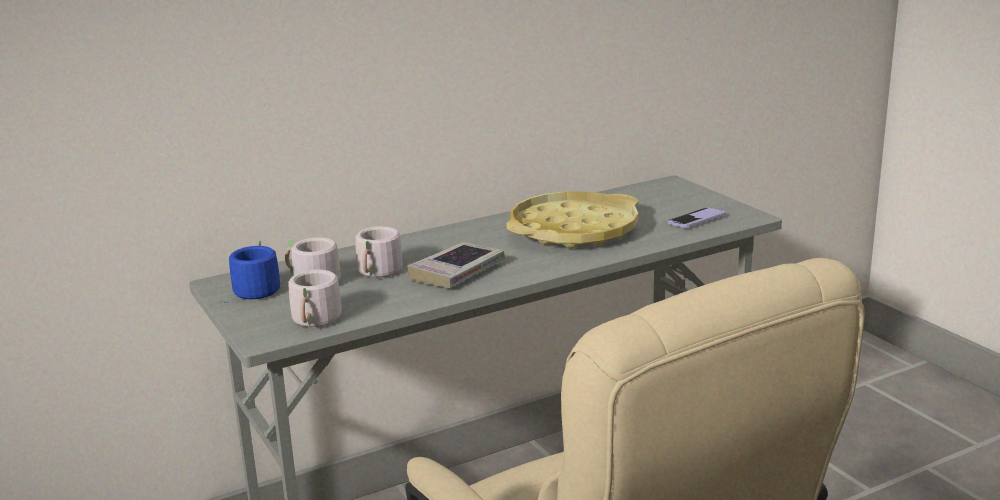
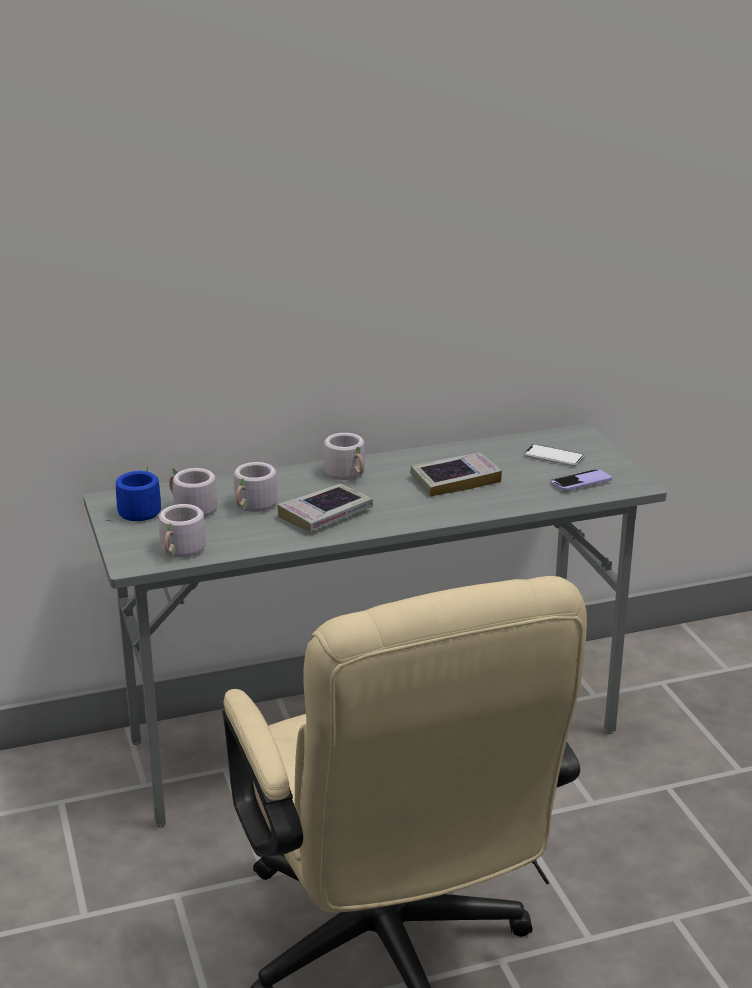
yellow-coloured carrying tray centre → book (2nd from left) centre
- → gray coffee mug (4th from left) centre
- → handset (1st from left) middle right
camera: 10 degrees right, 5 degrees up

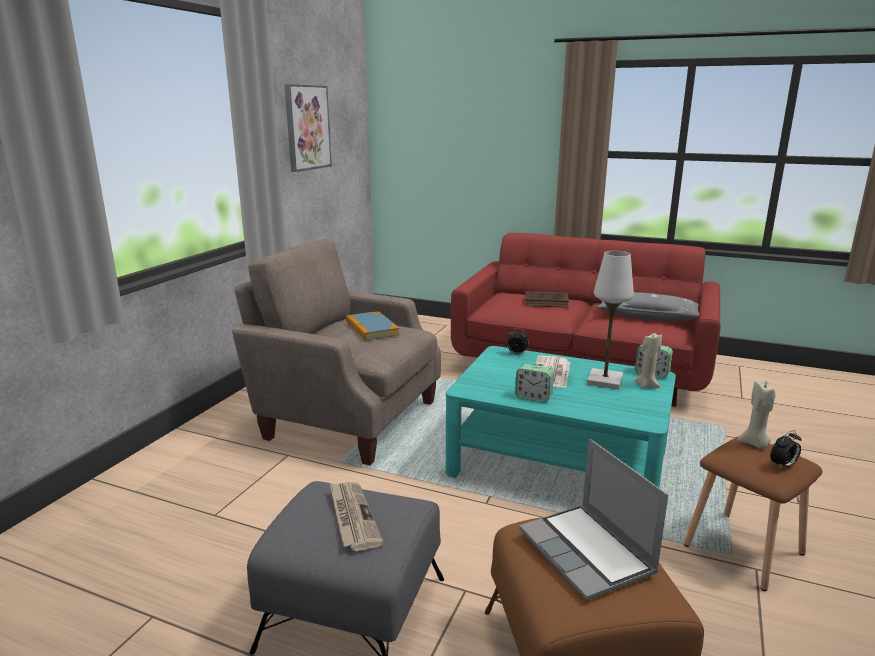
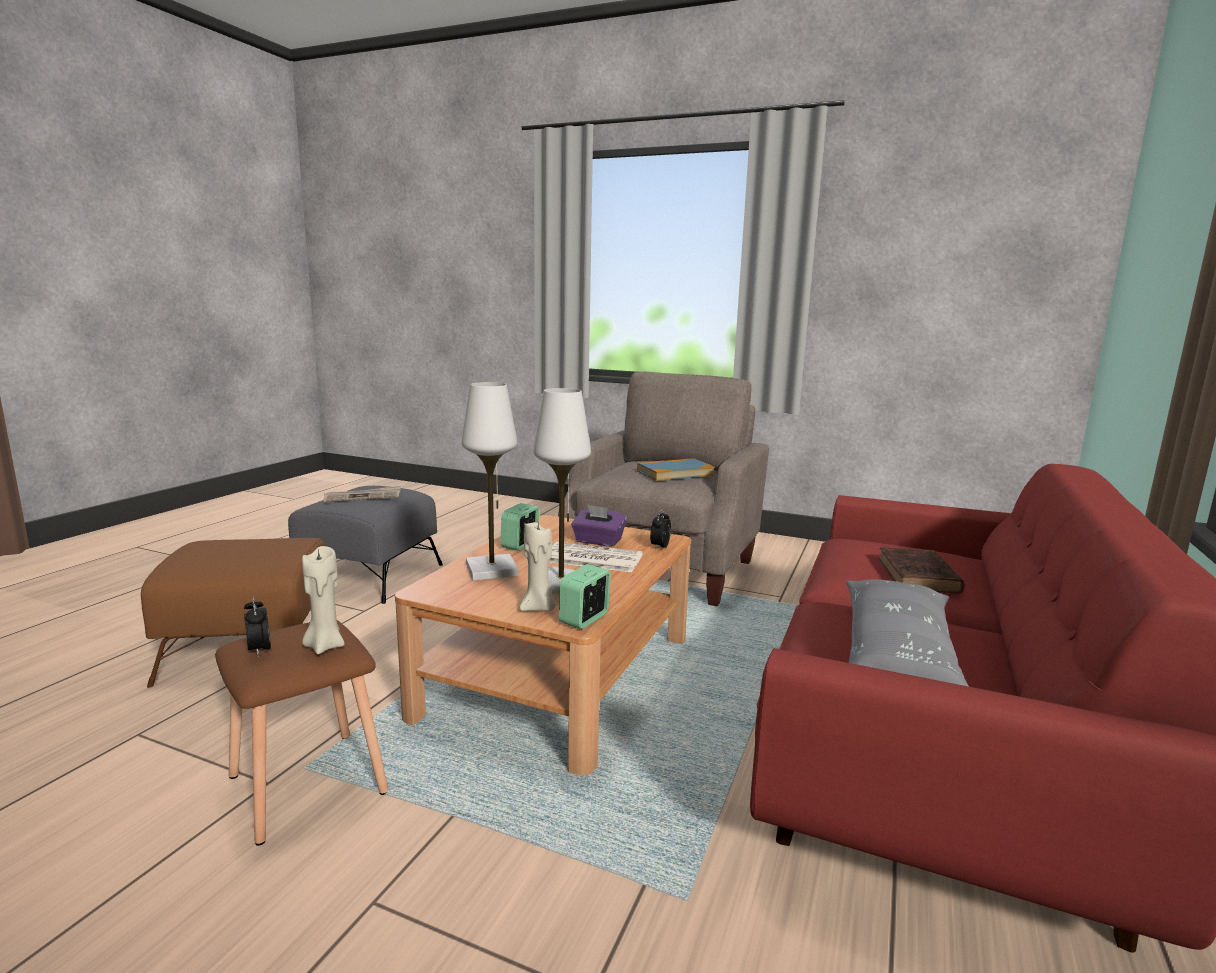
picture top centre → -
turquoise-coloured low table centre → brown-coloured low table centre
notebook computer bottom right → -
- → white-coloured table lamp (1st from left) centre
- → purple-coloured tissue holder centre
camera: 90 degrees right, 5 degrees down

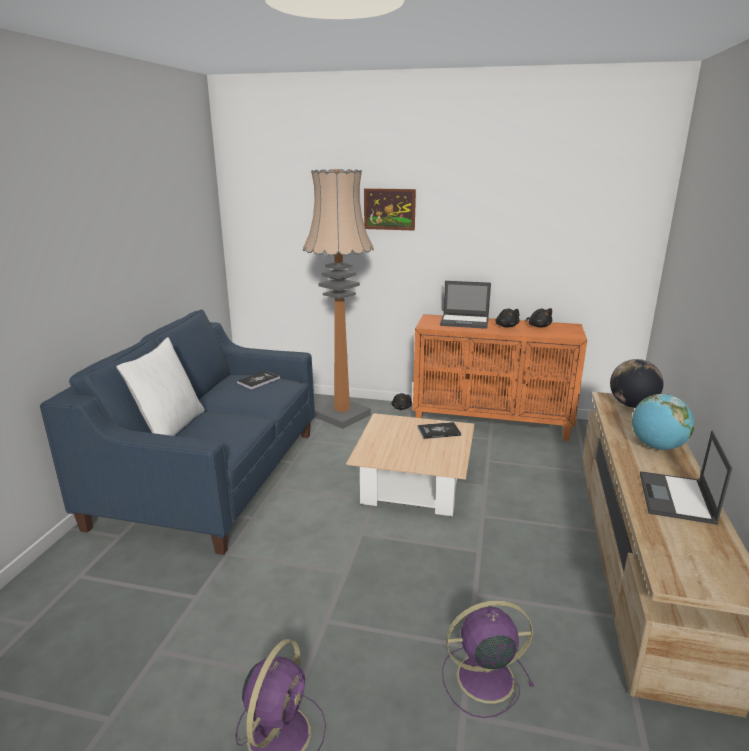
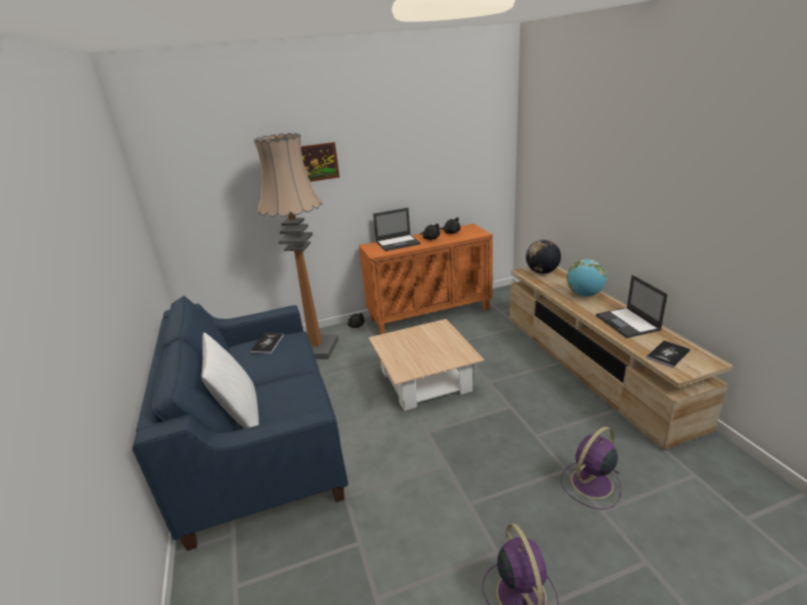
book (2nd from left) centre → book (2nd from left) middle right, move
camera: 30 degrees left, 5 degrees up

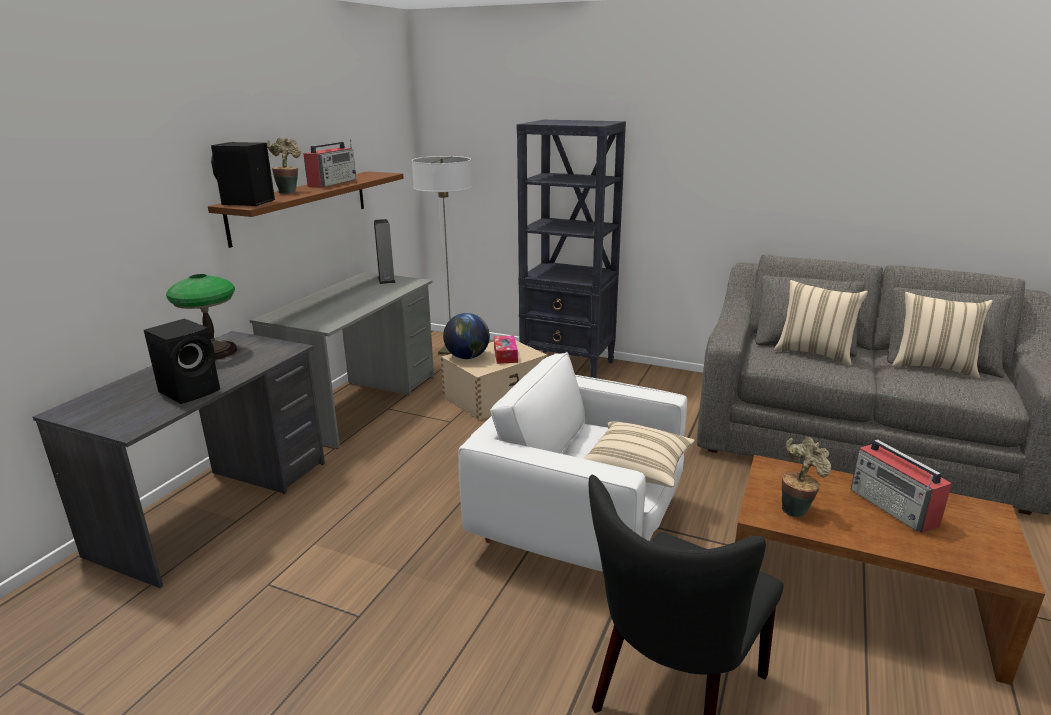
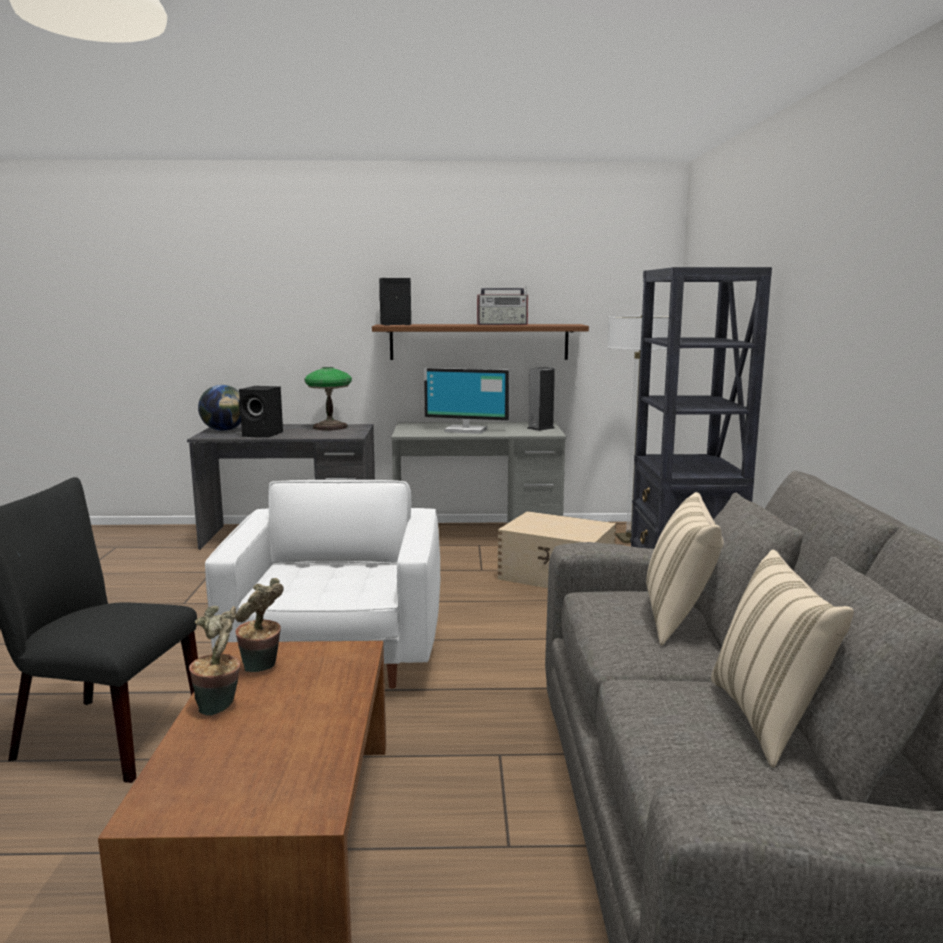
plant in a pot (1st from left) top left → plant in a pot (1st from left) bottom left, move
world globe centre → world globe middle left, move
tissue holder centre → -
beige cushion (1st from left) centre → -
radio receiver (2nd from left) bottom right → -
- → monitor centre
camera: 65 degrees right, 10 degrees down

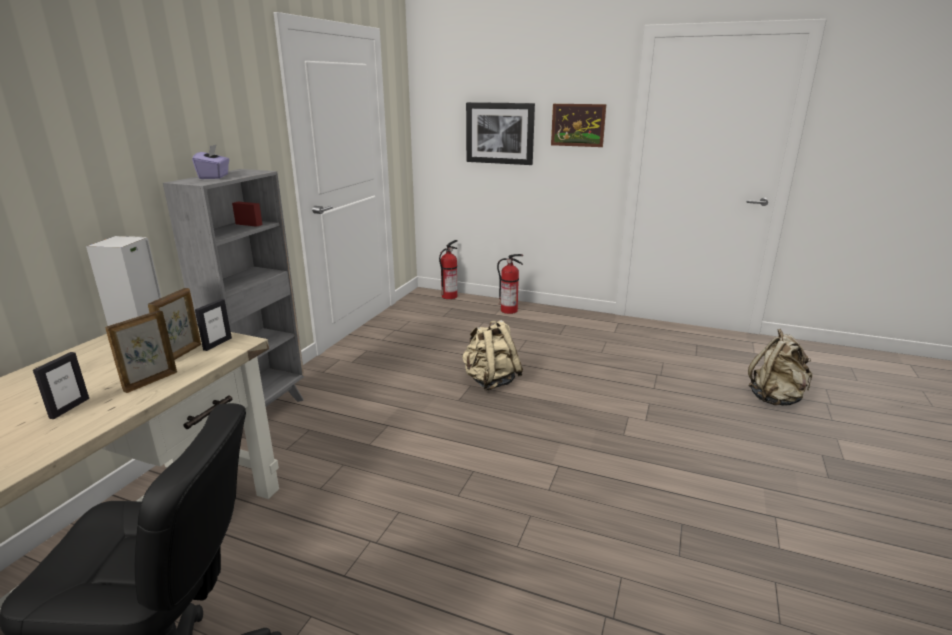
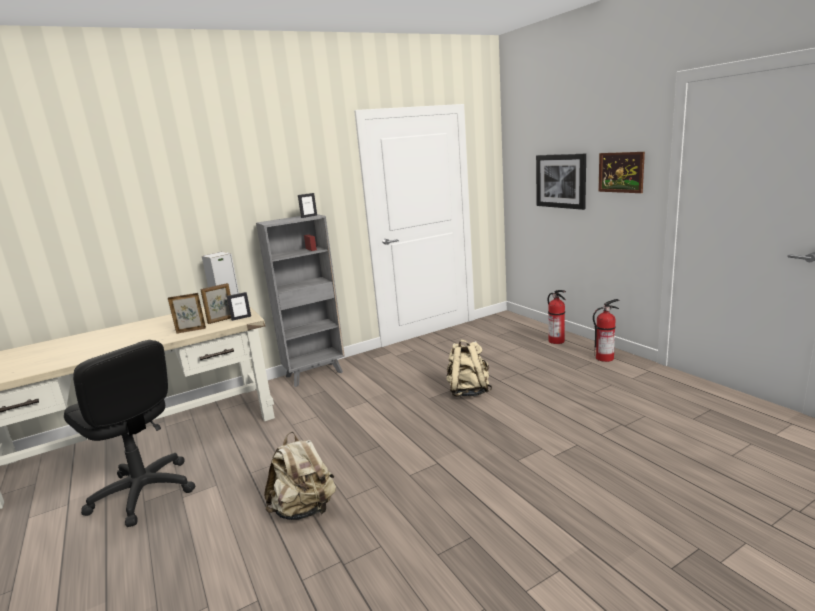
photo frame (1st from left in the first image) middle left → photo frame (4th from left) centre, move
purple-coloured tissue holder top left → -
extinguisher (1st from left in the first image) centre → extinguisher (2nd from left) middle right, move
beige rucksack (2nd from left in the first image) middle right → beige rucksack (1st from left) bottom centre, move
camera: 40 degrees right, 5 degrees down

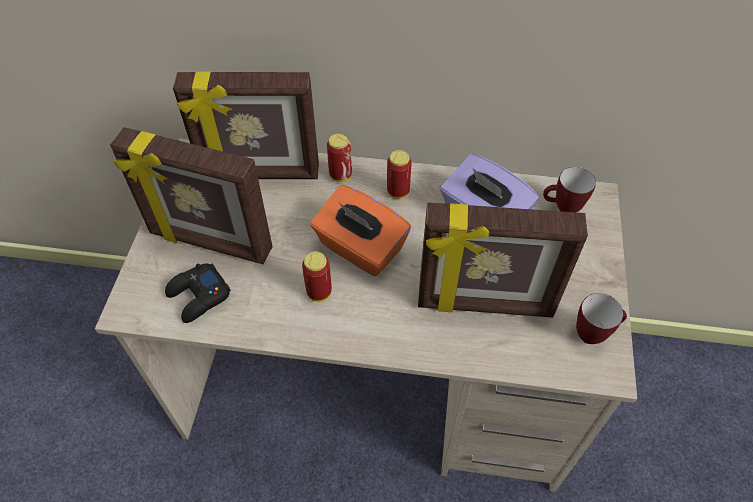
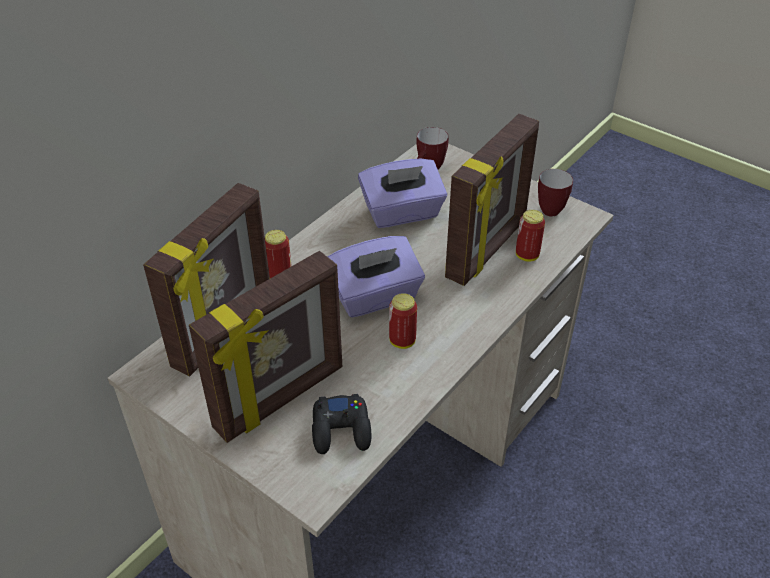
orangey tissue holder centre → purple-coloured tissue holder (1st from left) centre
metal can (3rd from left) centre → metal can (3rd from left) middle right, move
camera: 60 degrees left, 10 degrees down

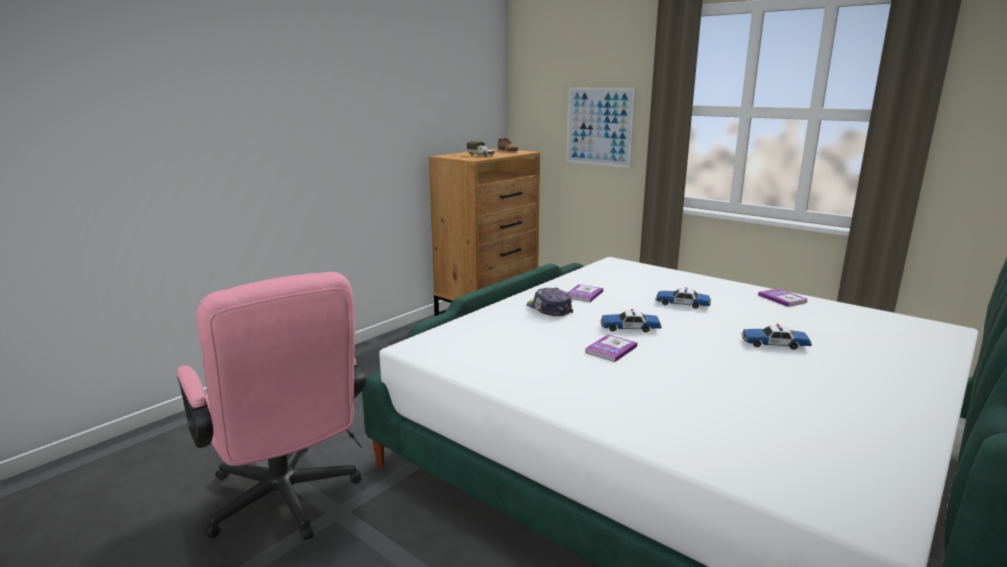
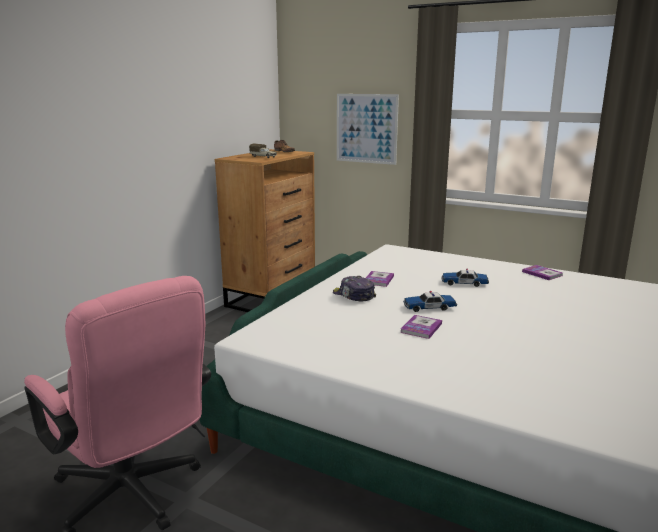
model car (3rd from left) middle right → -
camera: 10 degrees left, 0 degrees up

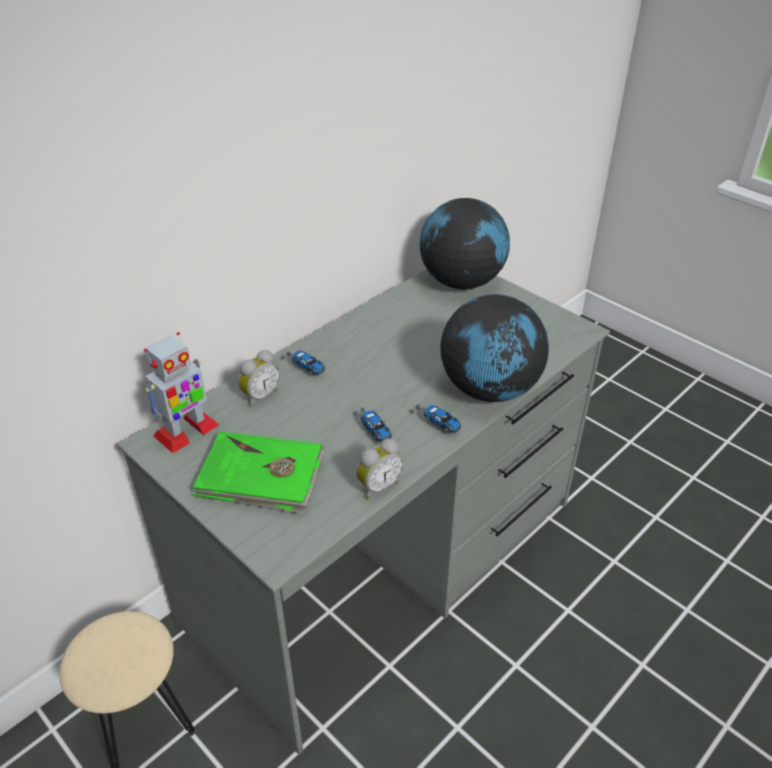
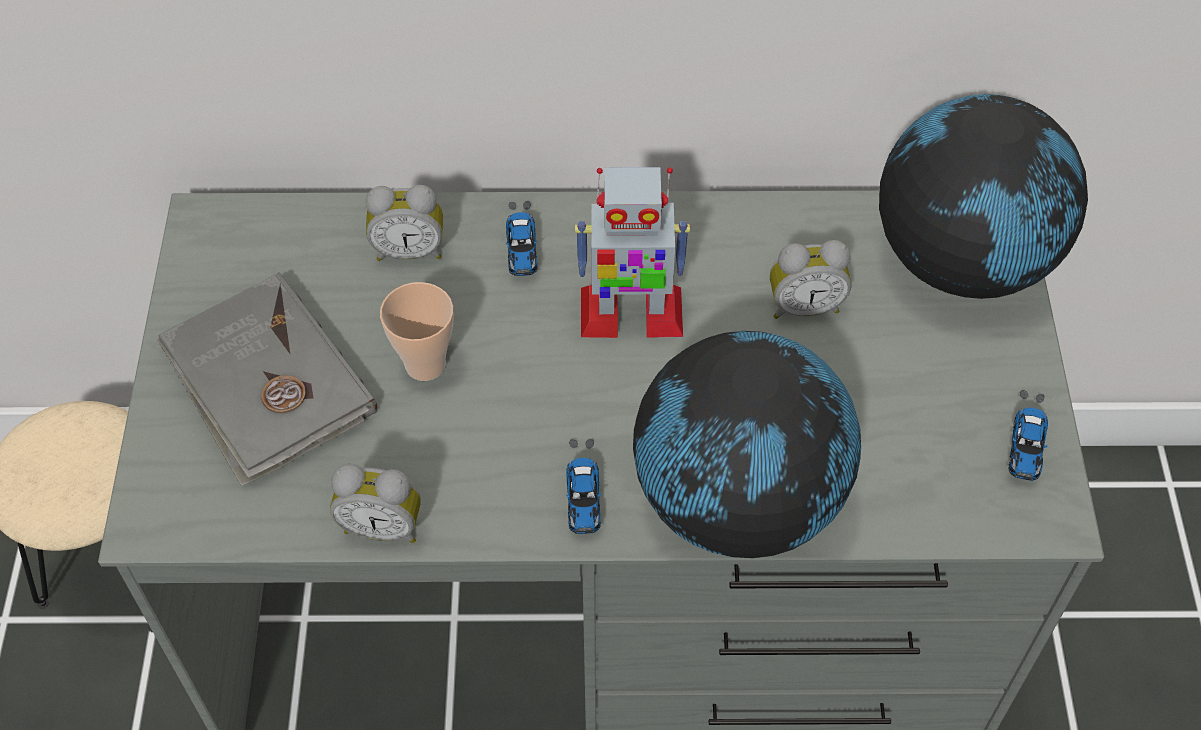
toy robot middle left → toy robot centre, move
greenish book centre → gray book middle left
model car (2nd from left in the first image) centre → model car (3rd from left) middle right, move
- → cup centre
- → table clock (3rd from left) middle right
camera: 45 degrees right, 15 degrees up

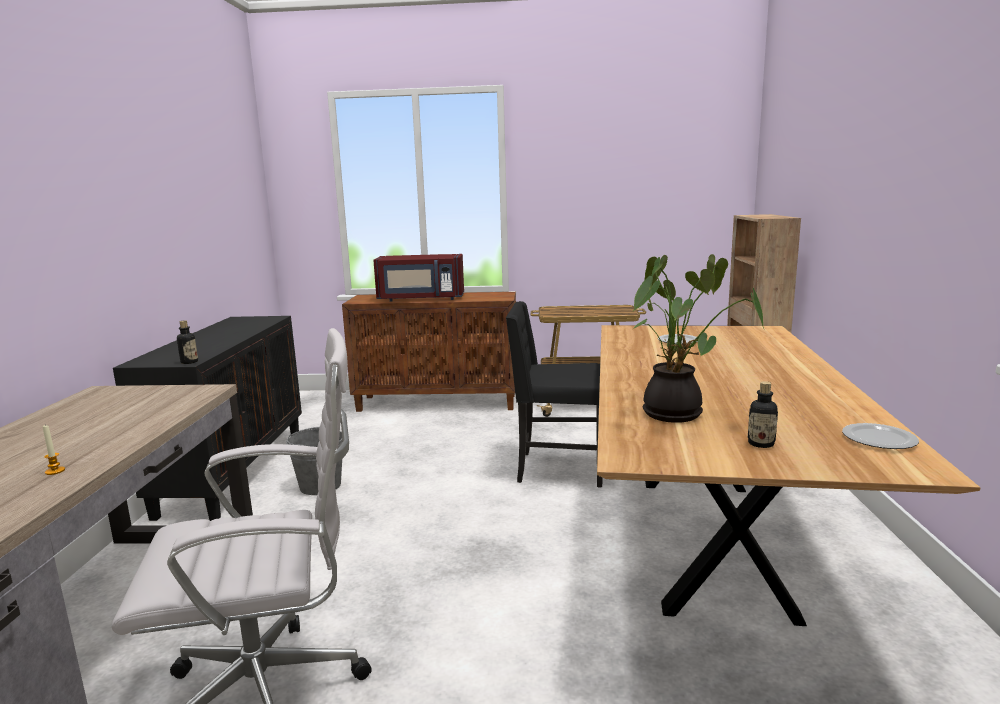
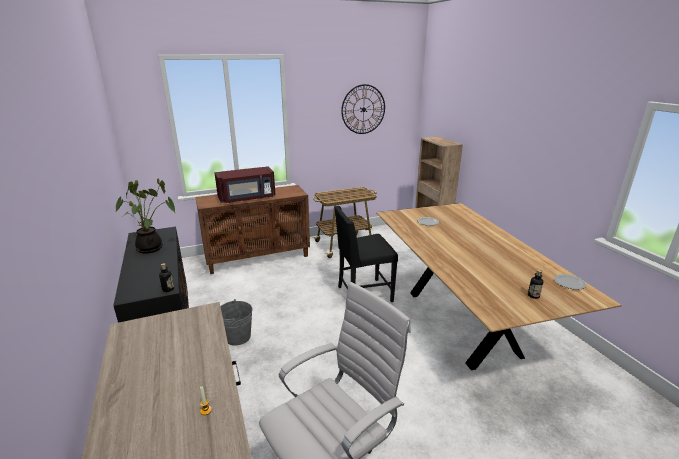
plant in a pot middle right → plant in a pot middle left, move
- → clock on the wall top centre
camera: 25 degrees left, 10 degrees up

